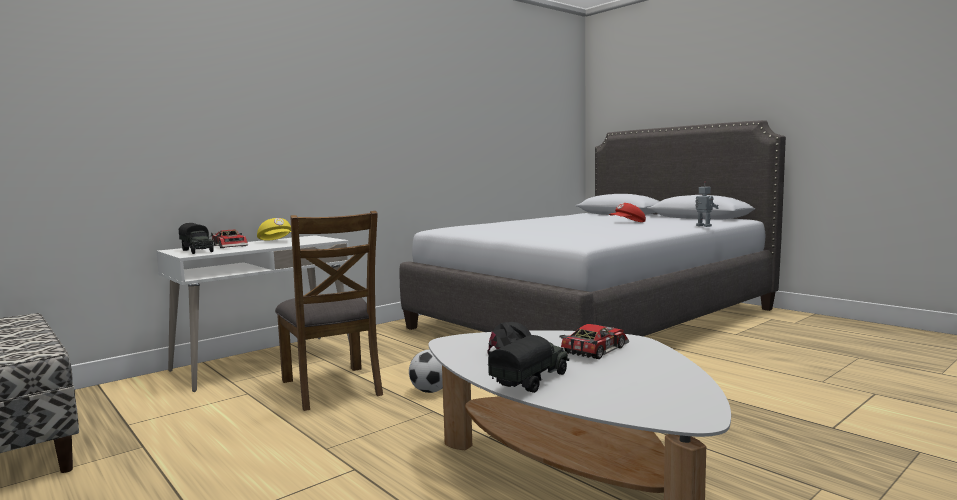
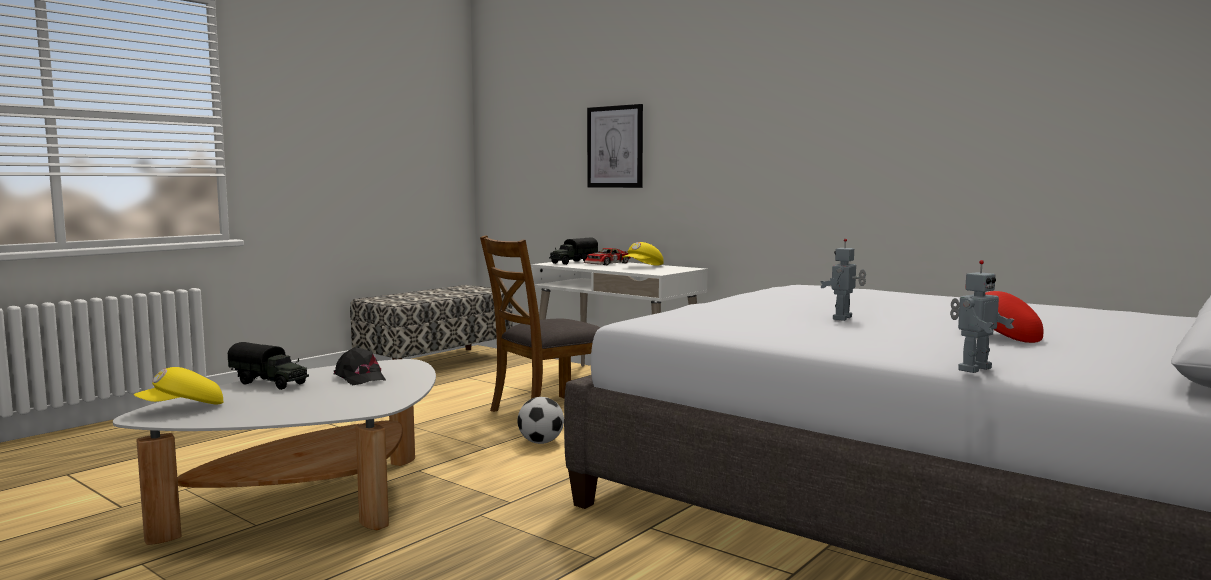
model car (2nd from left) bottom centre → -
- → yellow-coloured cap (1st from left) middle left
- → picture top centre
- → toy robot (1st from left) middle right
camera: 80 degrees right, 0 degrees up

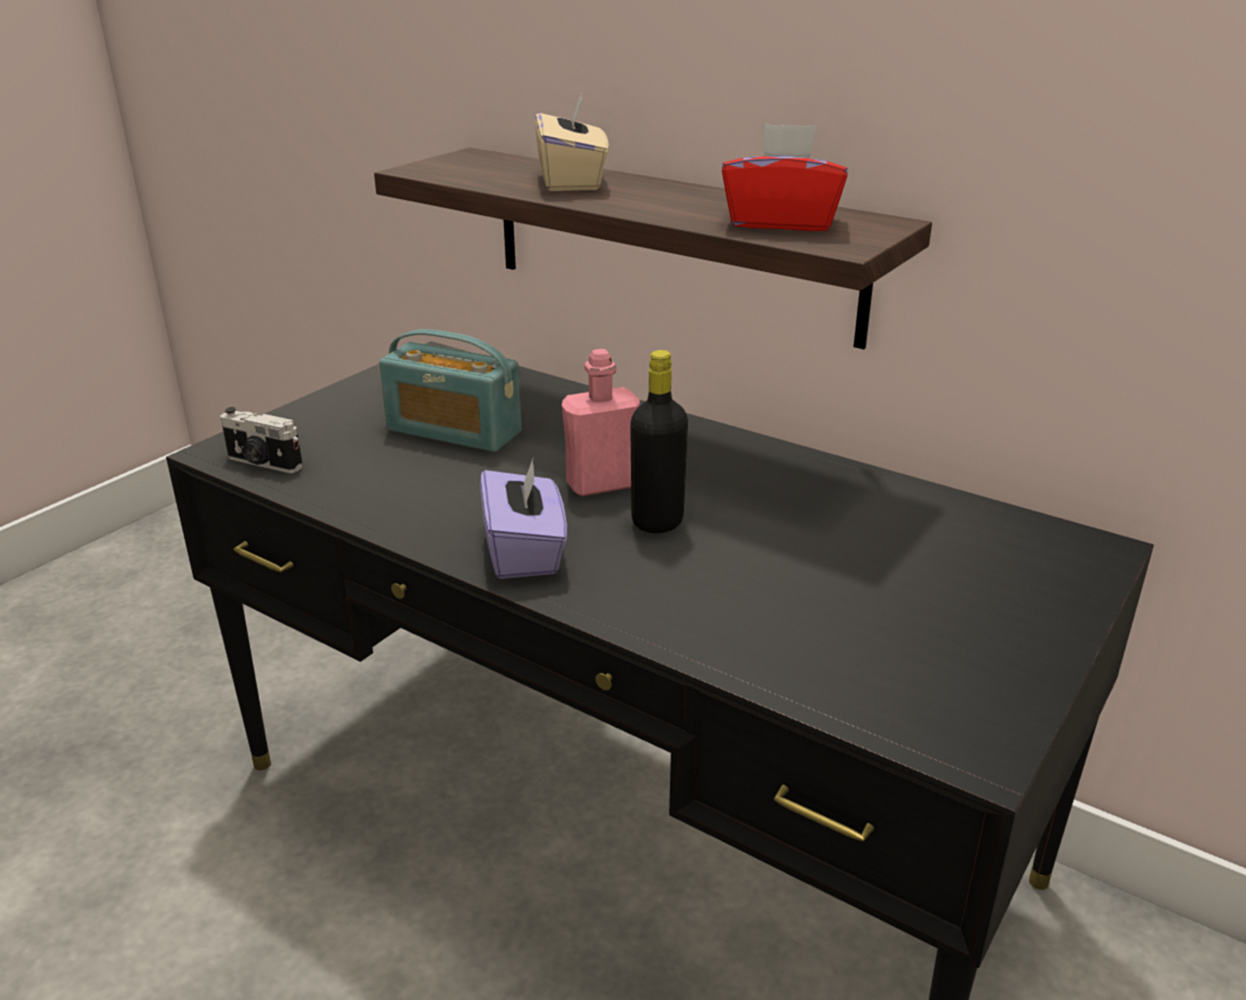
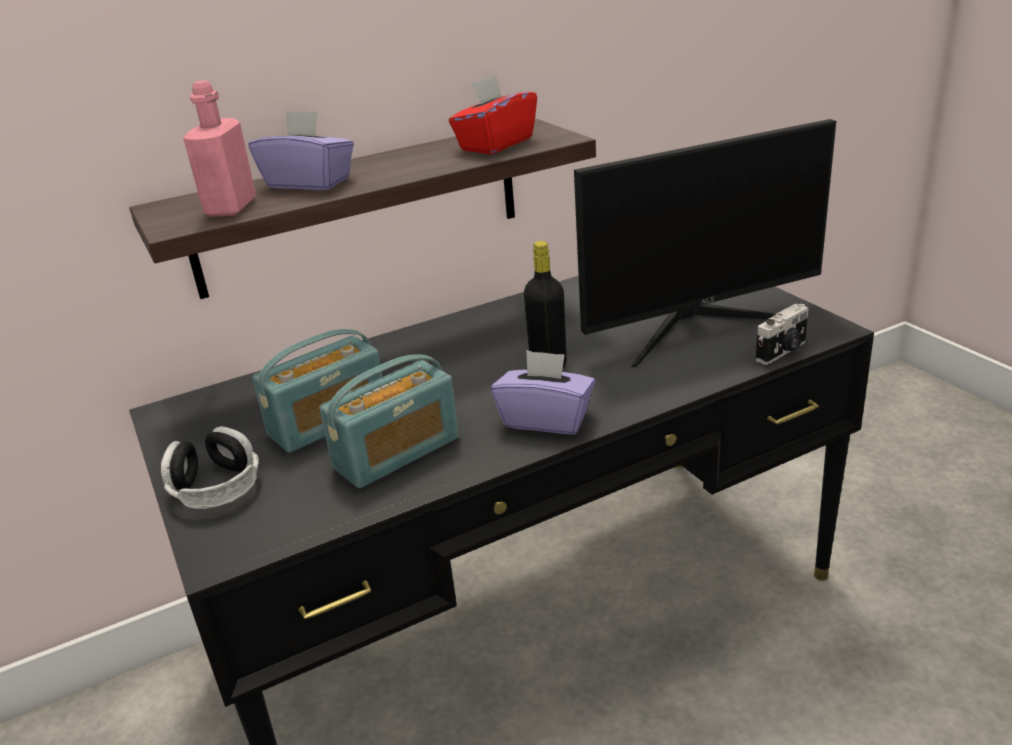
still camera middle left → still camera middle right, move
beige tissue holder top centre → purple-coloured tissue holder (1st from left) top left
pinkish bottle centre → pinkish bottle top left, move
- → headphones middle left
- → radio receiver (2nd from left) centre
- → monitor top right
camera: 60 degrees left, 0 degrees up

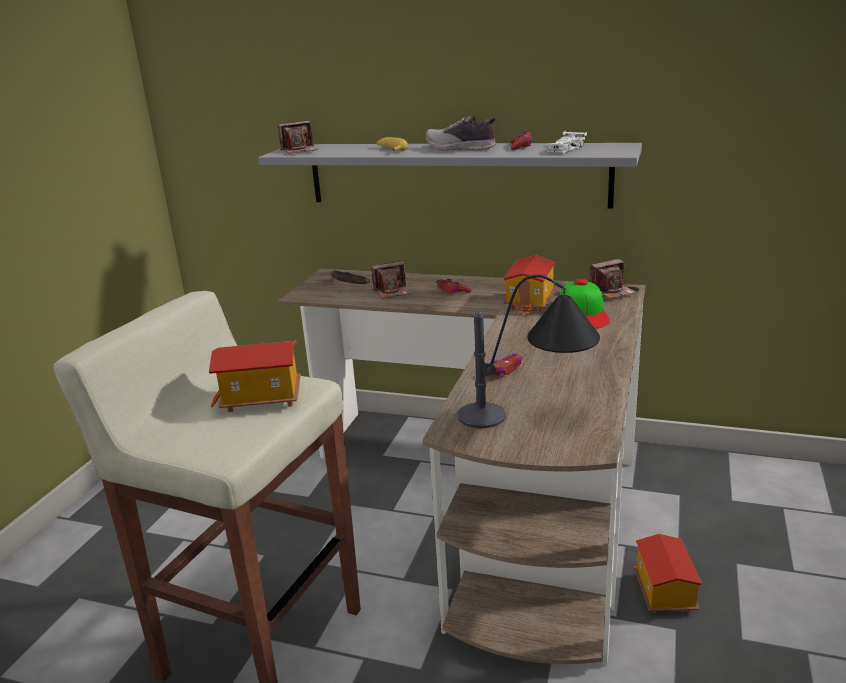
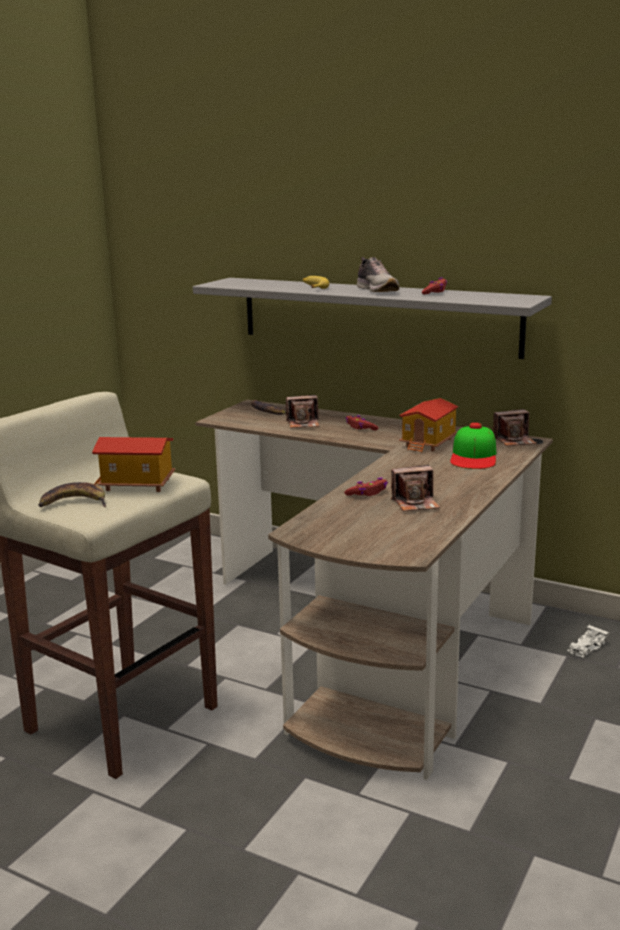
still camera (1st from left in the first image) top centre → still camera (2nd from left) middle right, move
low shoe top centre, 150 degrees counterclockwise
table lamp centre → -
white-coloured model car top right → white-coloured model car bottom right, move
model house (3rd from left) bottom right → -
- → whole banana (1st from left) middle left
camera: 10 degrees right, 5 degrees down

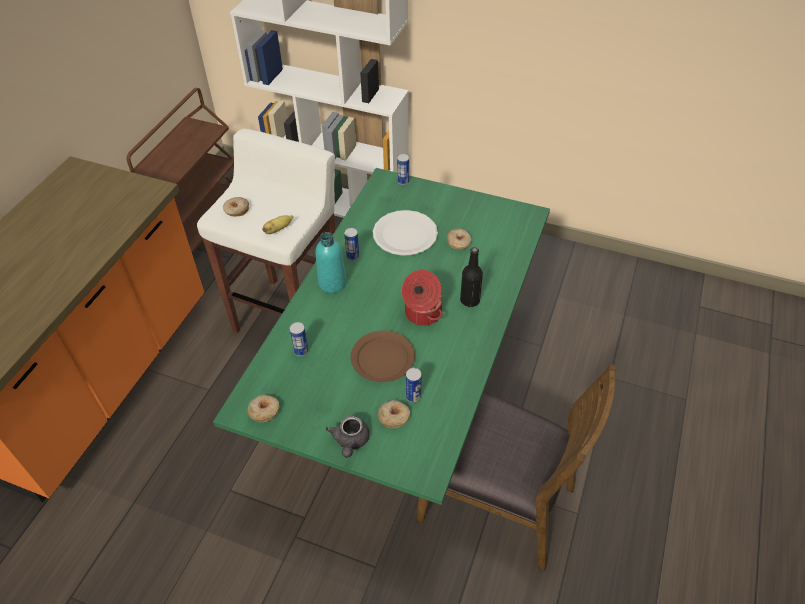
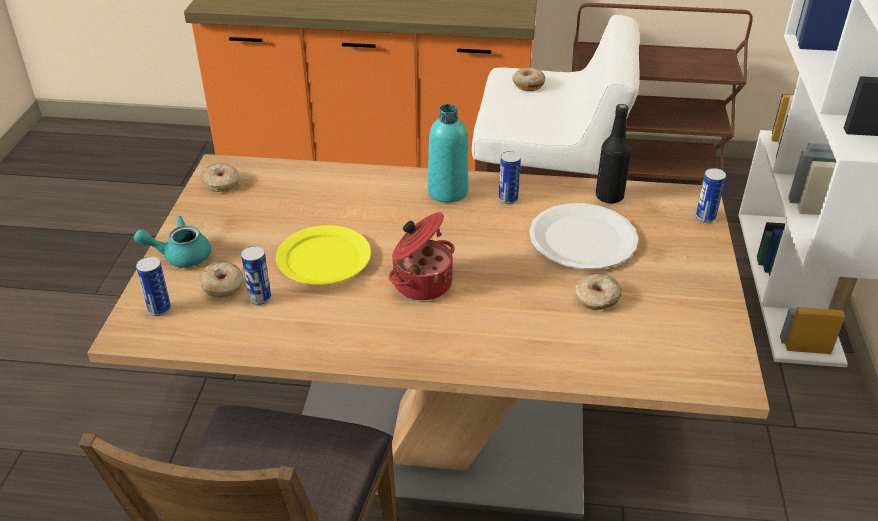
greenish dinner table centre → brown-coloured dinner table centre
whole banana centre → -
metal can (1st from left) centre → metal can (1st from left) middle left, move
gray teapot bottom centre → turquoise-coloured teapot middle left
brown-coloured dinner plate centre → yellow-coloured dinner plate centre
black bottle centre → black bottle top right, move
camera: 75 degrees right, 10 degrees down

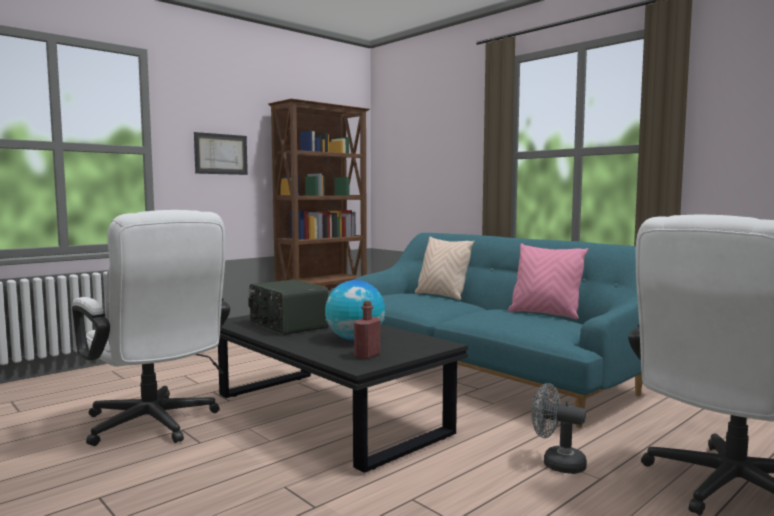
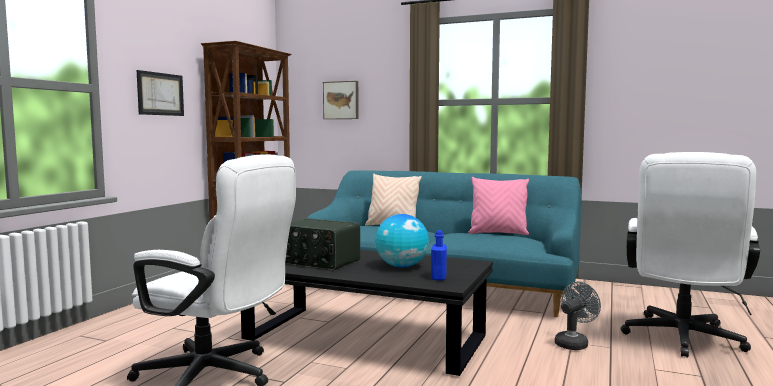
reddish bottle centre → blue bottle centre
gray fan bottom right, 135 degrees clockwise
- → picture (2nd from left) top centre
camera: 25 degrees left, 0 degrees up

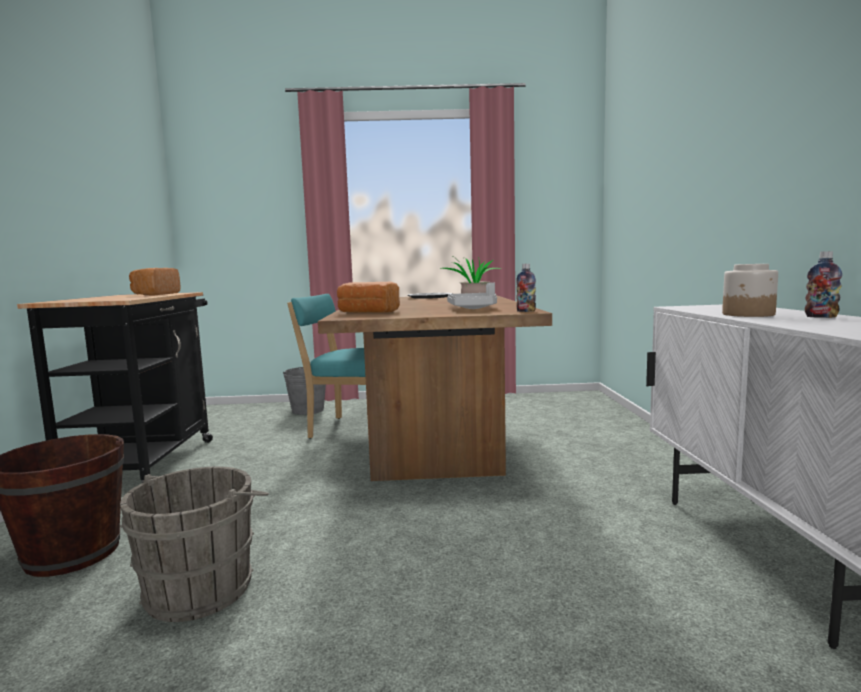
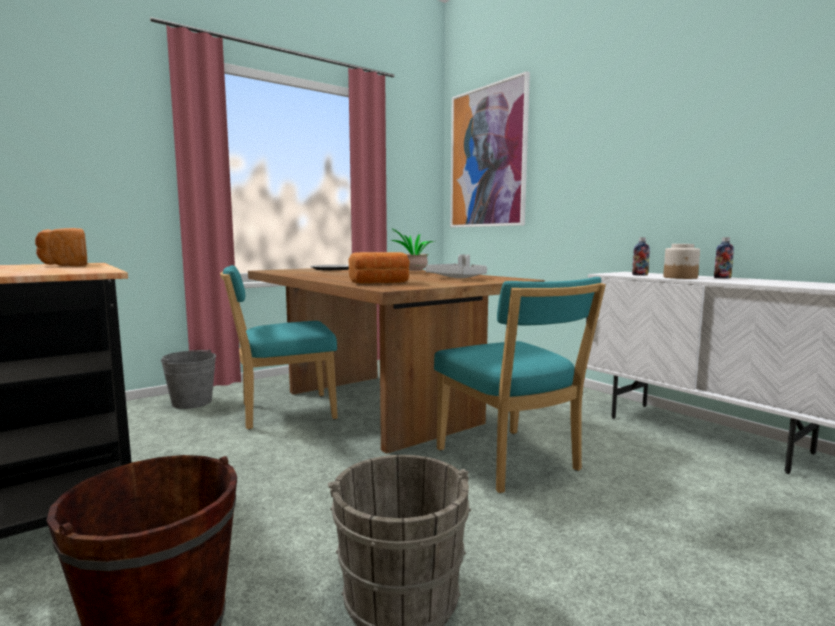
bottle (1st from left) centre → bottle (1st from left) middle right, move
- → turquoise-coloured plain chair (2nd from left) centre
- → picture top centre
camera: 35 degrees left, 0 degrees up

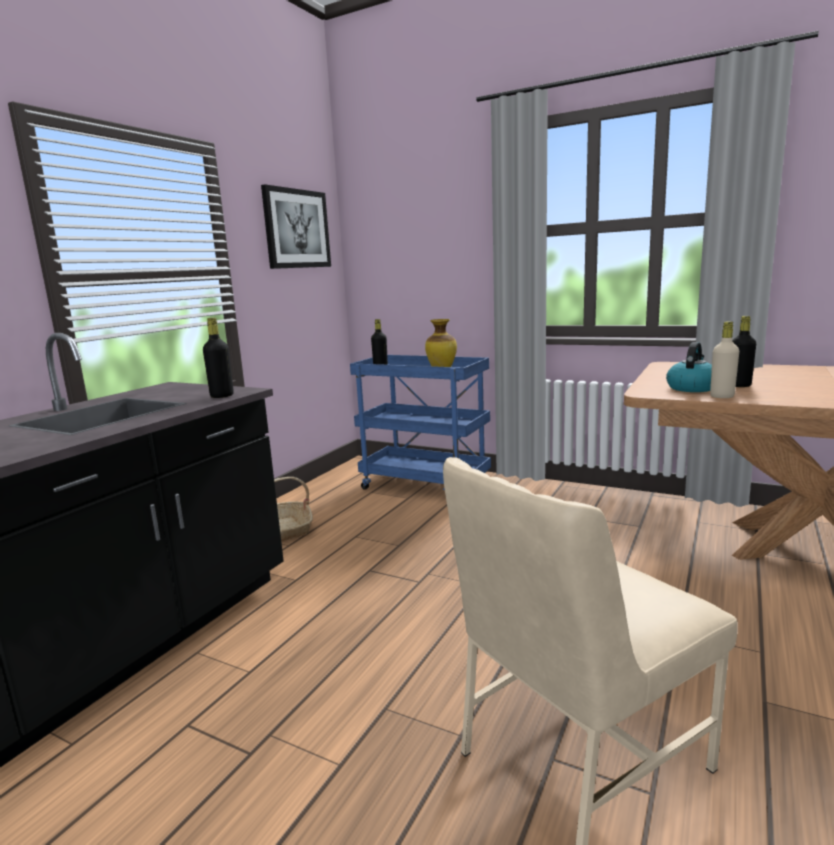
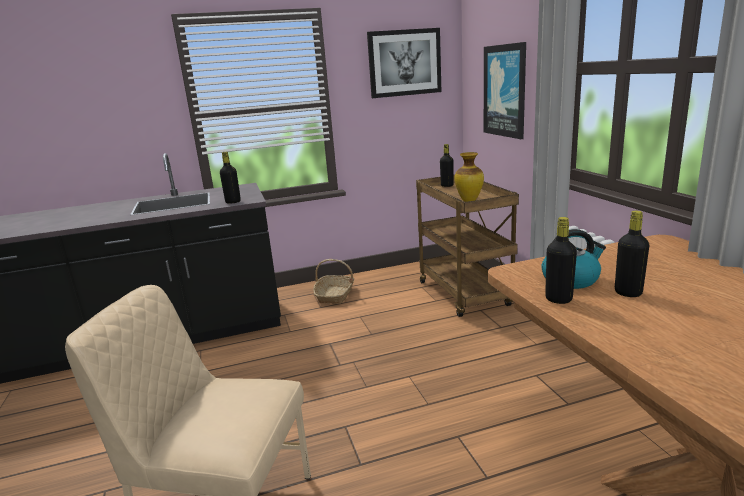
blue cart centre → brown-coloured cart centre
beige bottle middle right → black bottle (3rd from left) middle right
- → picture (2nd from left) top right
camera: 45 degrees right, 5 degrees up

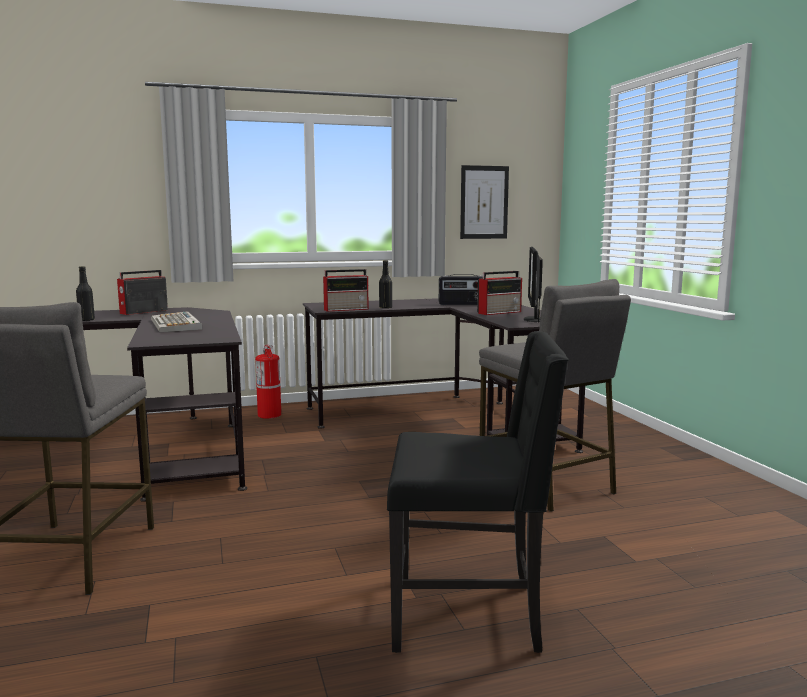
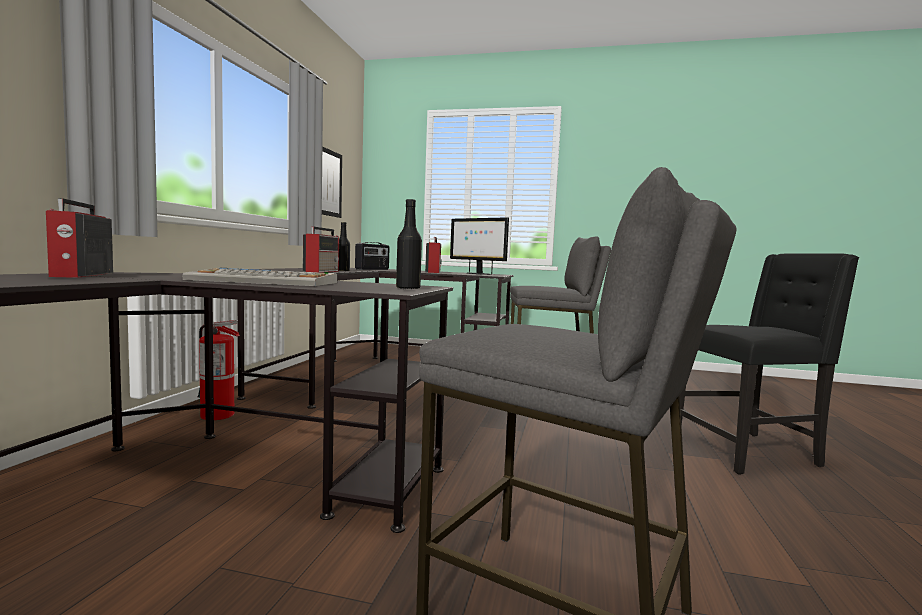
black bottle (1st from left in the first image) middle left → black bottle (2nd from left) centre, move
black plain chair bottom centre → black plain chair middle right, 45 degrees clockwise
camera: 60 degrees left, 5 degrees down

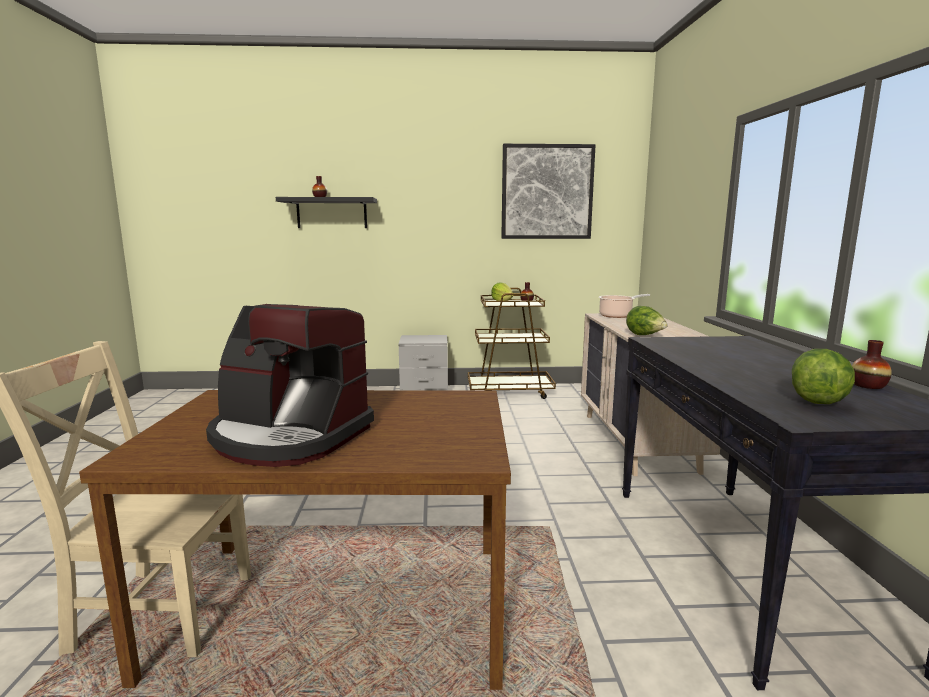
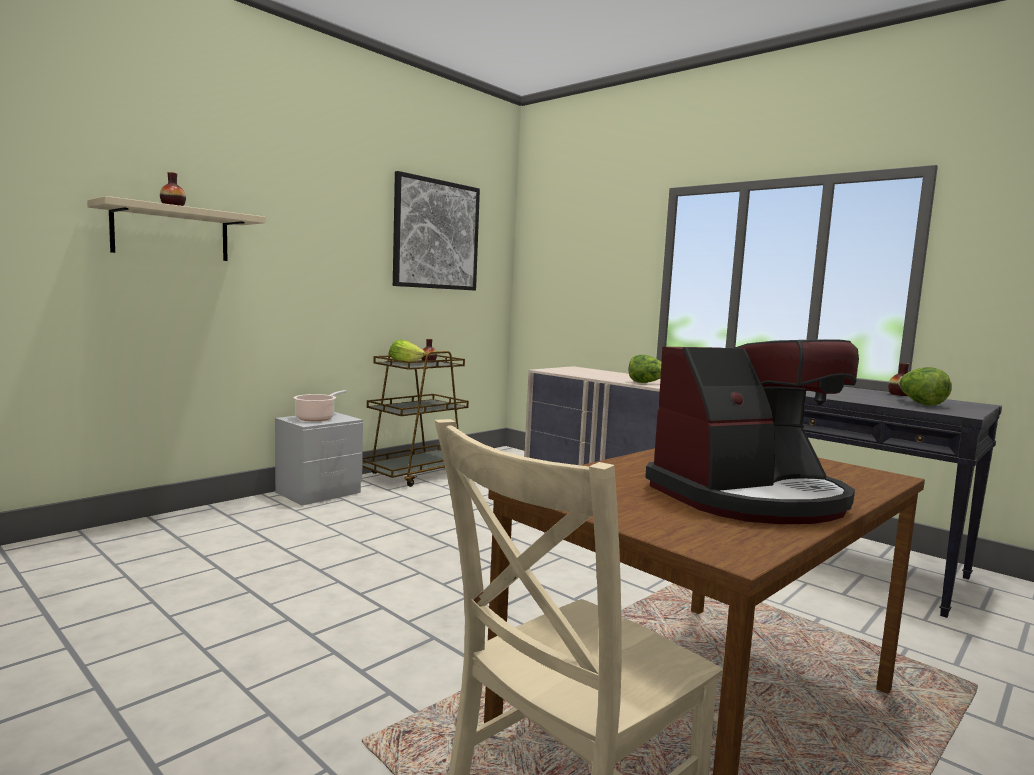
black shelf top centre → beige shelf top left
cooking pot middle right → cooking pot middle left, move
camera: 45 degrees left, 5 degrees down

